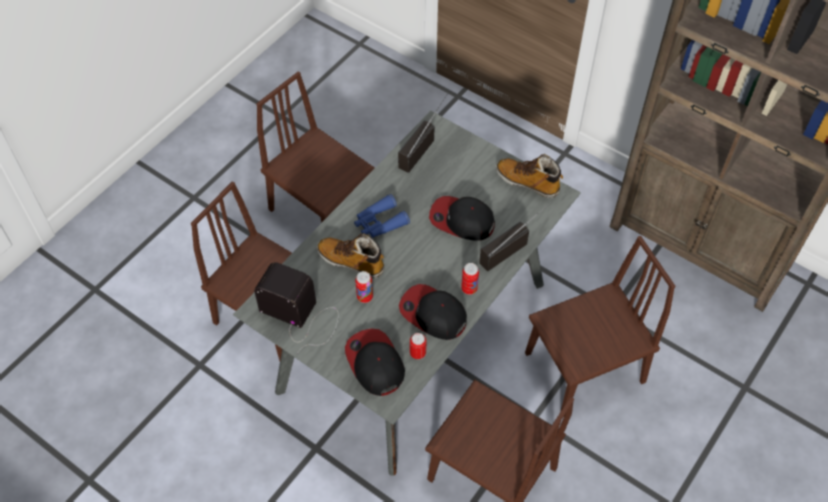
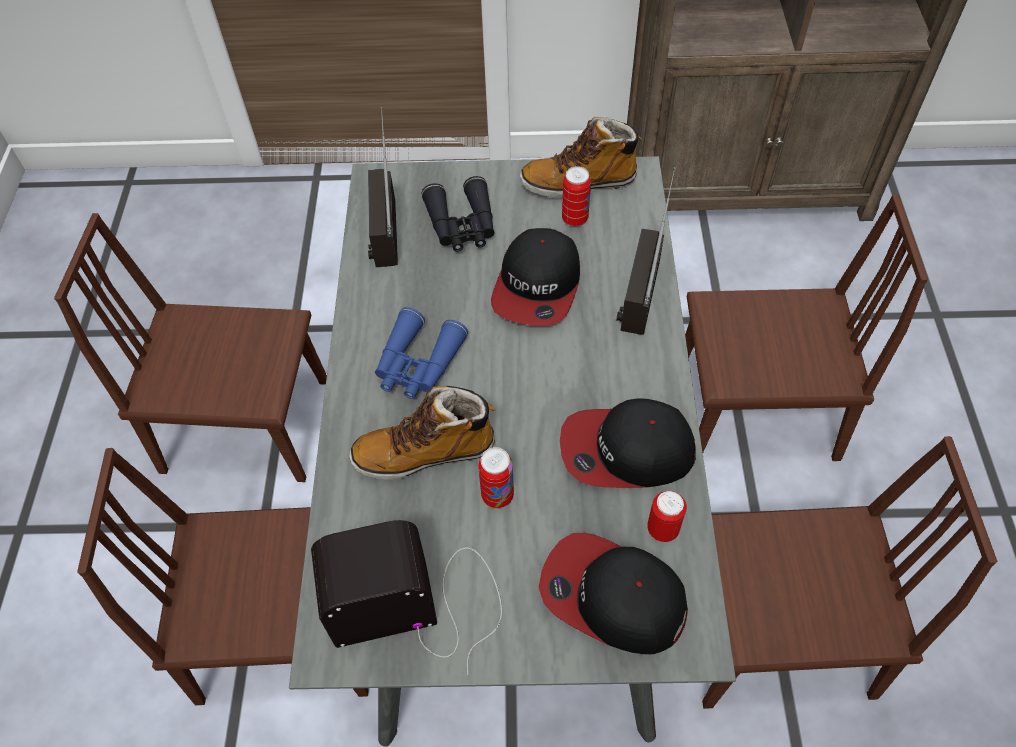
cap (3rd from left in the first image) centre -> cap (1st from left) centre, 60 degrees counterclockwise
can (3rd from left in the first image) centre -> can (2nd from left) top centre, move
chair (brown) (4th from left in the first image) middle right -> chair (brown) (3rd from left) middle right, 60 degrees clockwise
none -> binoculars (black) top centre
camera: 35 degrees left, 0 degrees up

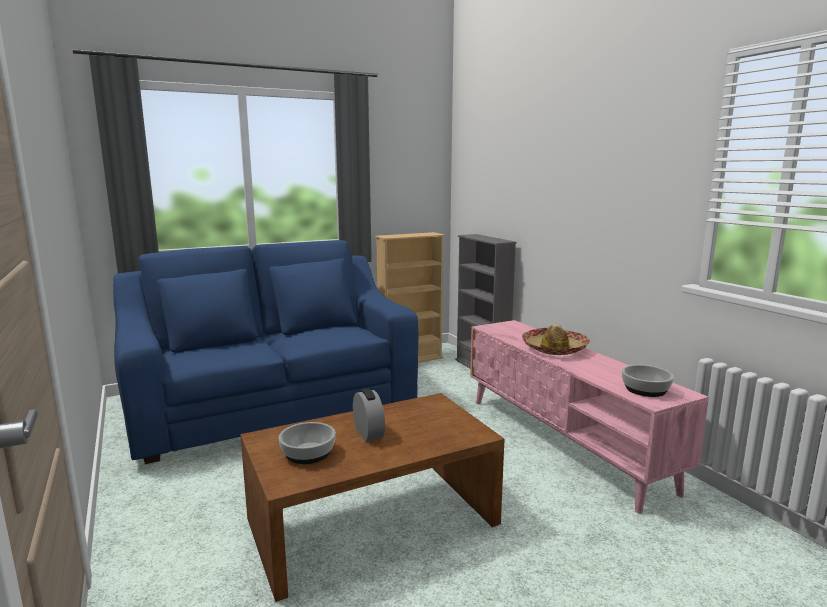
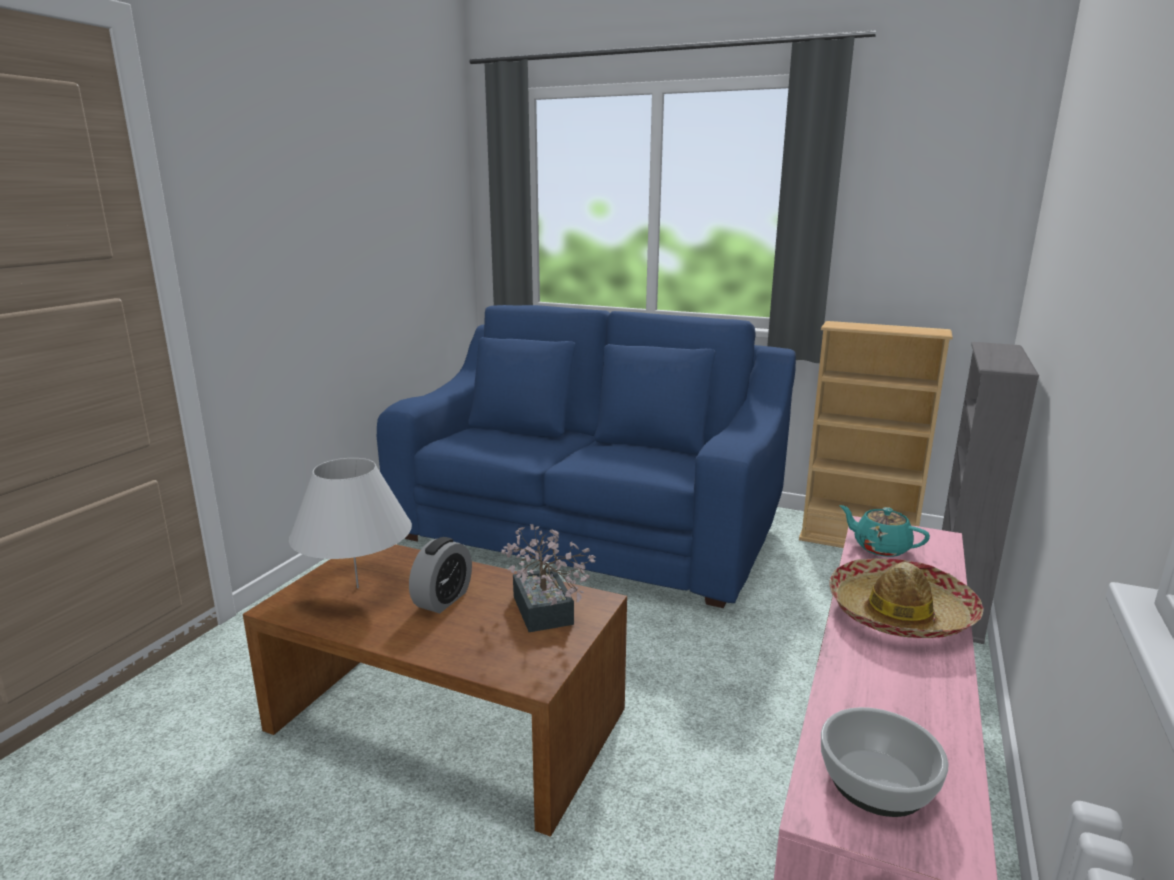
bowl (1st from left) bottom centre -> table lamp (white) middle left
none -> potted plant centre
none -> teapot (turquoise) middle right
camera: 50 degrees right, 5 degrees up

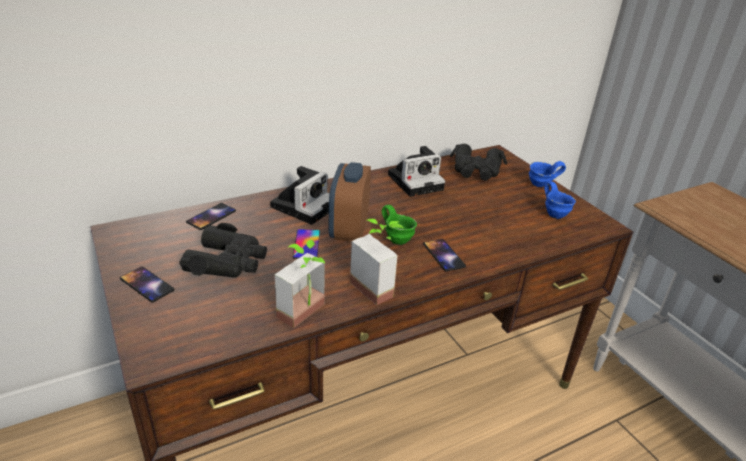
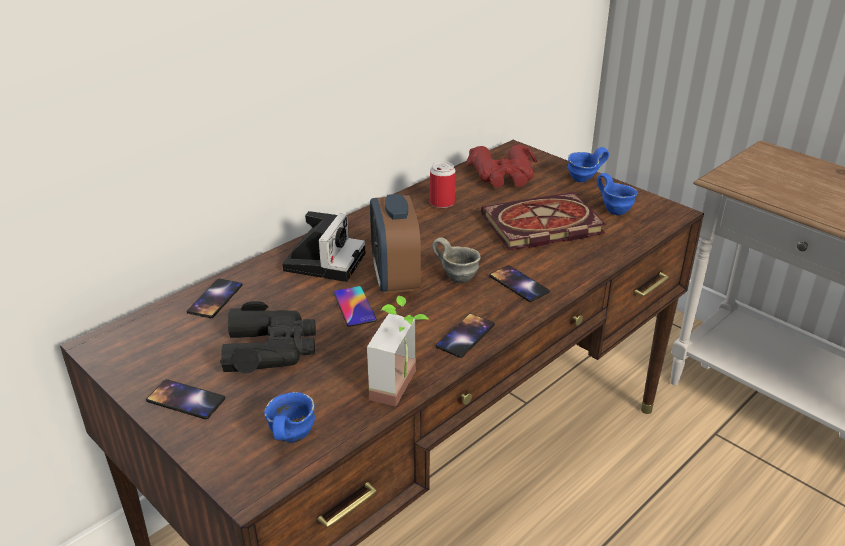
potted plant (2nd from left) centre -> phone (4th from left) centre
mug (green) centre -> mug (grey) centre
photo camera (2nd from left) centre -> can centre
binoculars (black) (2nd from left) centre -> binoculars (red) top centre
none -> mug (blue) (1st from left) bottom centre
none -> book centre
camera: 15 degrees left, 0 degrees up

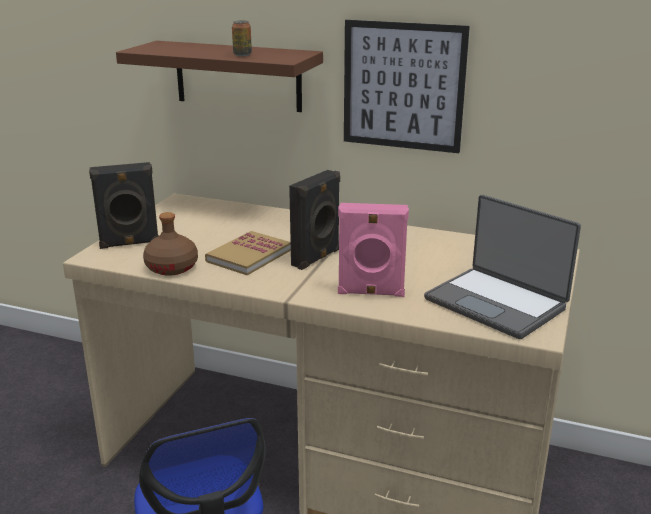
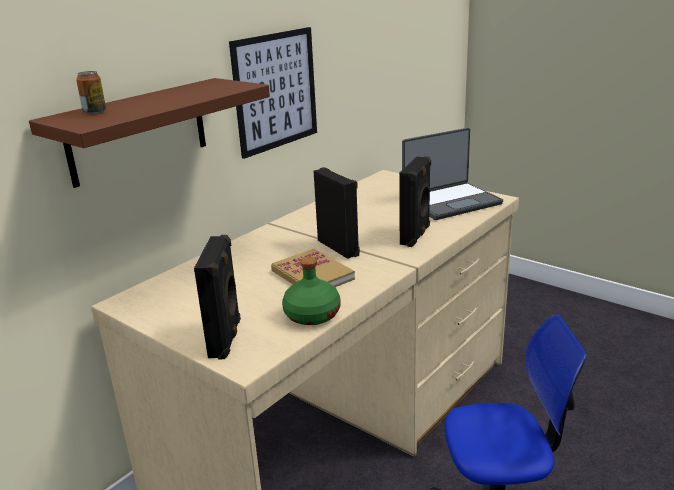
bottle (brown) middle left -> bottle (green) centre
can top centre -> can top left, move
speaker (pink) centre -> speaker (black) (3rd from left) centre
camera: 70 degrees left, 0 degrees up

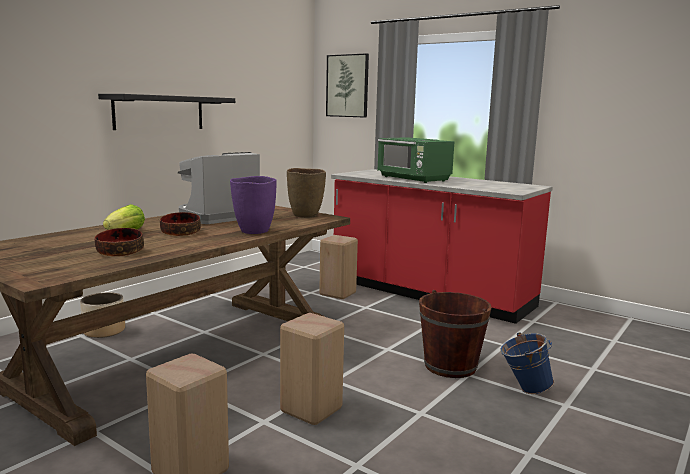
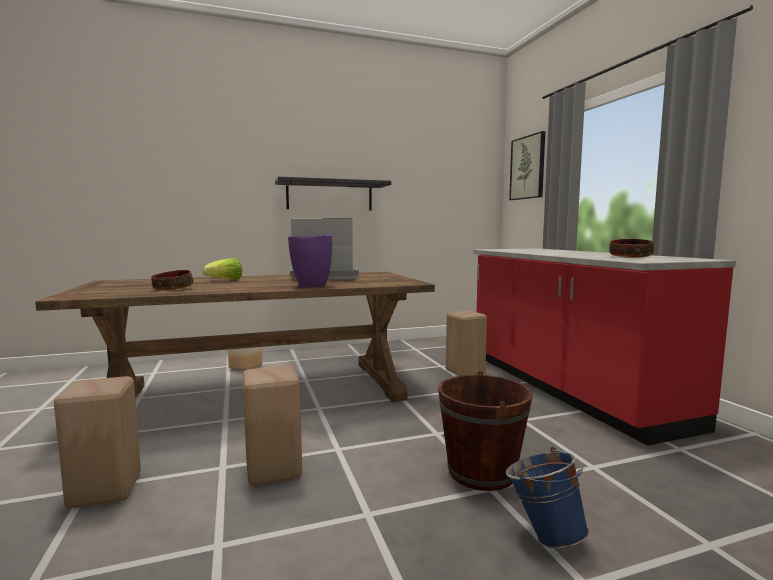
bowl (2nd from left) middle left -> bowl (2nd from left) middle right, move
vase (brown) centre -> none
microwave (green) centre -> none
camera: 35 degrees right, 5 degrees down

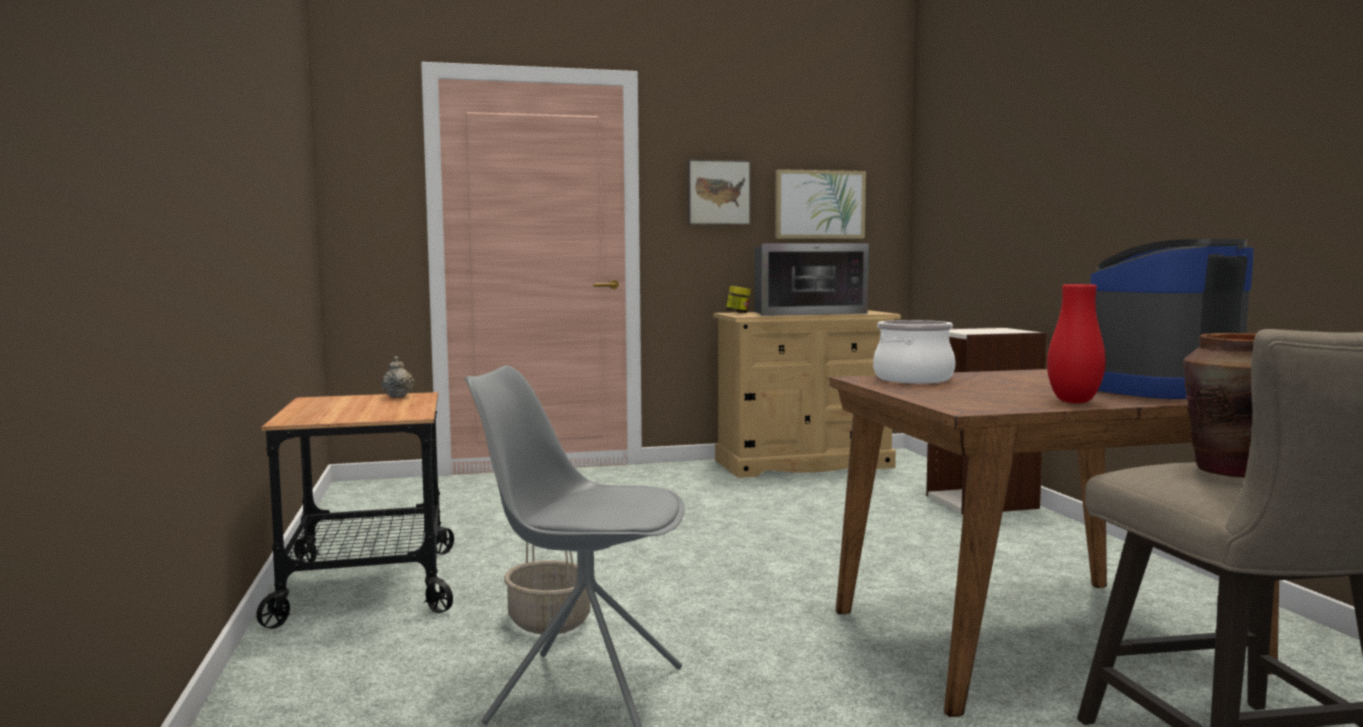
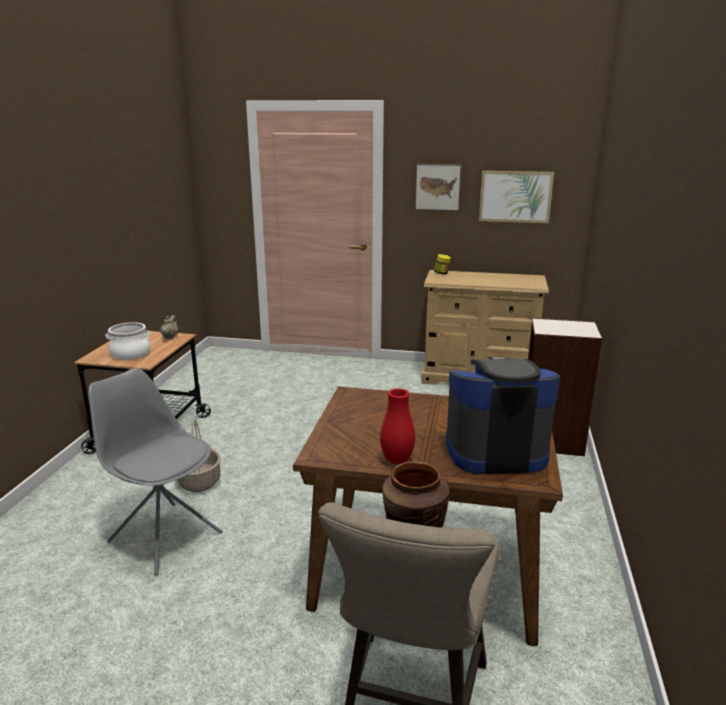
microwave centre -> none
cooking pot middle right -> cooking pot middle left, move
camera: 25 degrees right, 15 degrees up

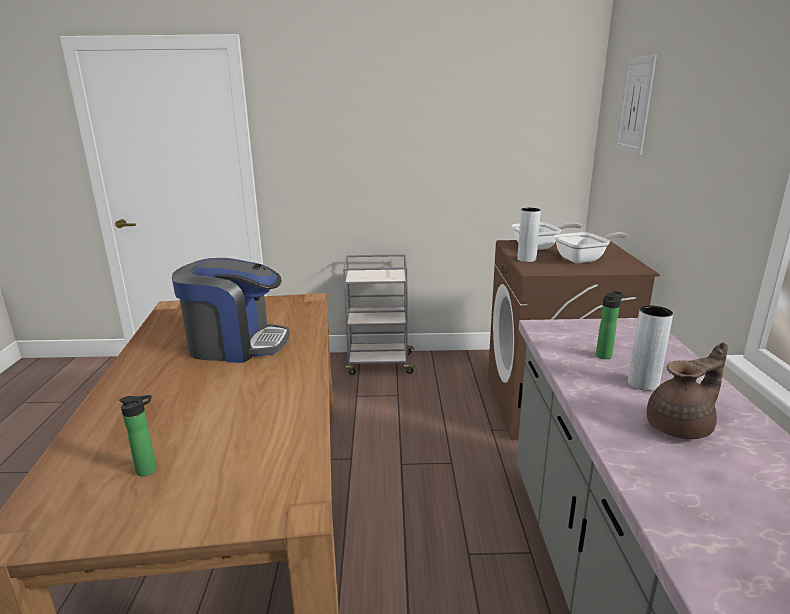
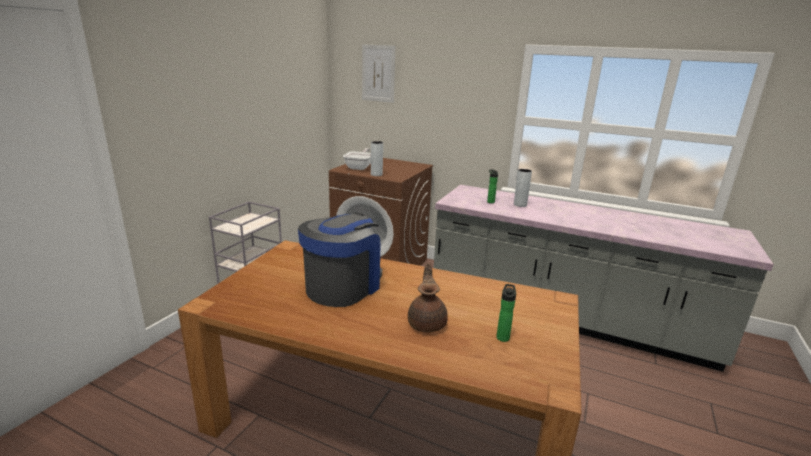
frying pan (2nd from left) middle right -> none
teapot (brown) middle right -> teapot (brown) centre, move
camera: 65 degrees left, 0 degrees up

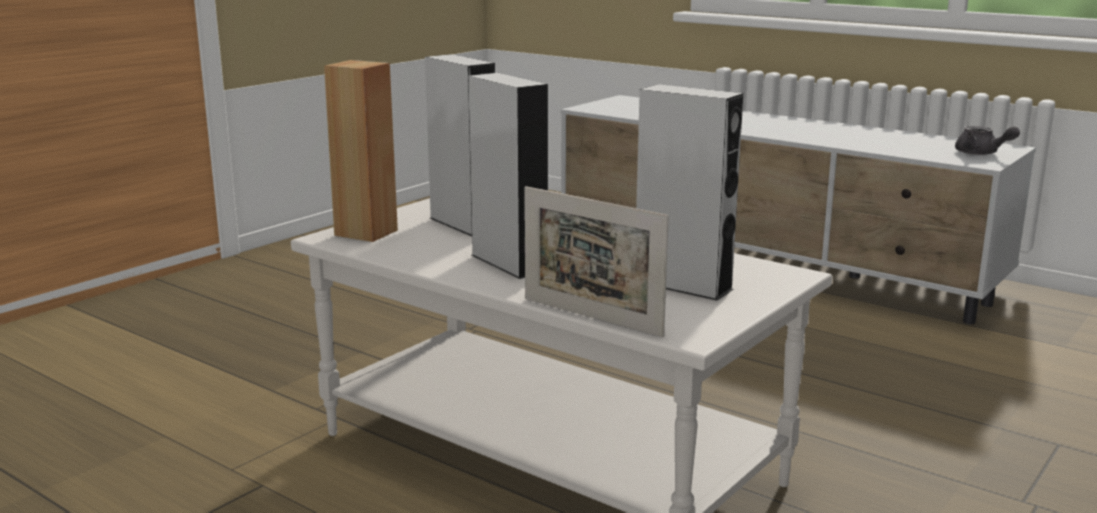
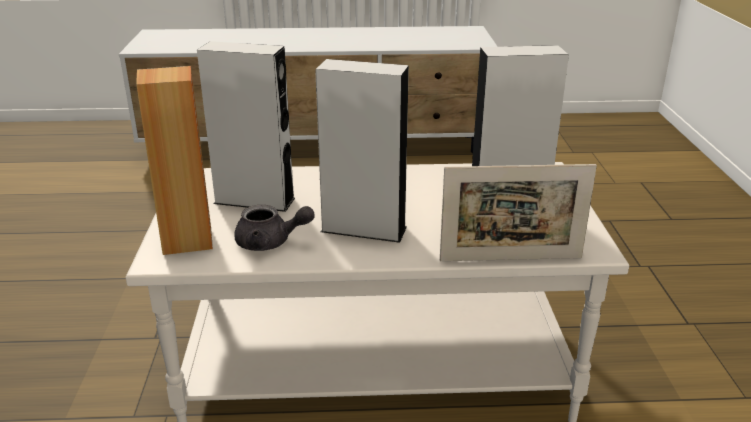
teapot (grey) top right -> teapot (grey) centre, move
camera: 40 degrees left, 10 degrees up

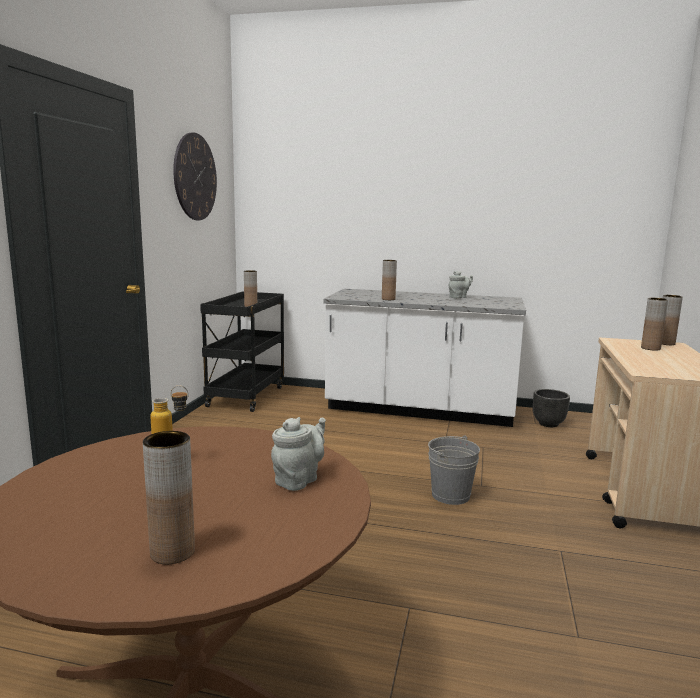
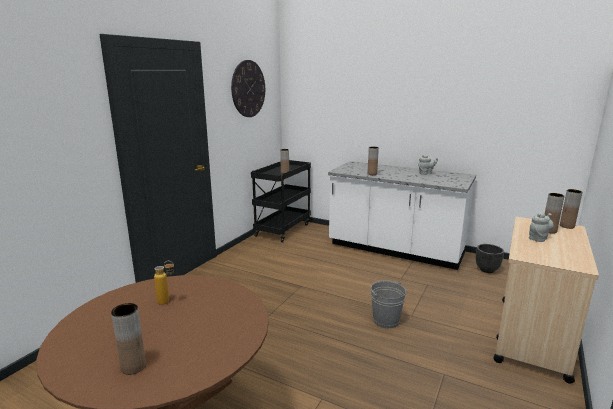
teapot (grey) (1st from left in the first image) centre -> teapot (grey) (2nd from left) middle right, move
camera: 15 degrees right, 5 degrees up

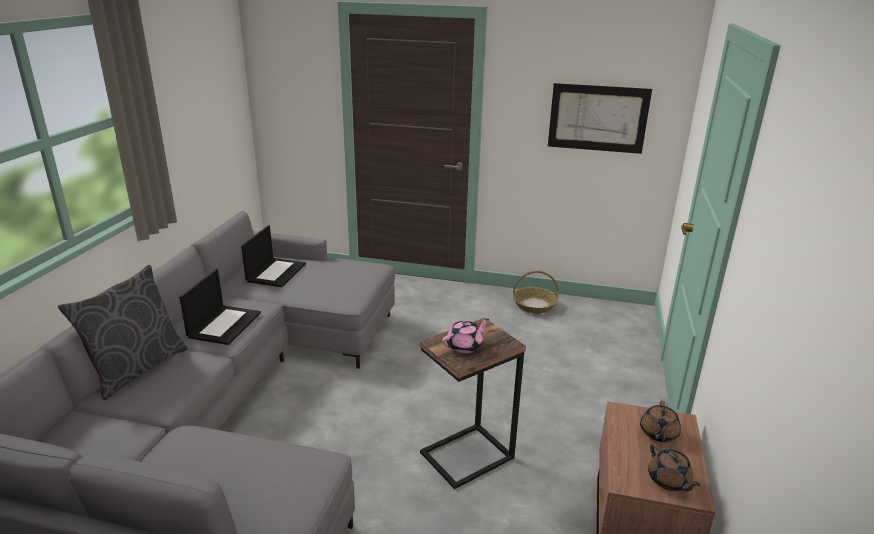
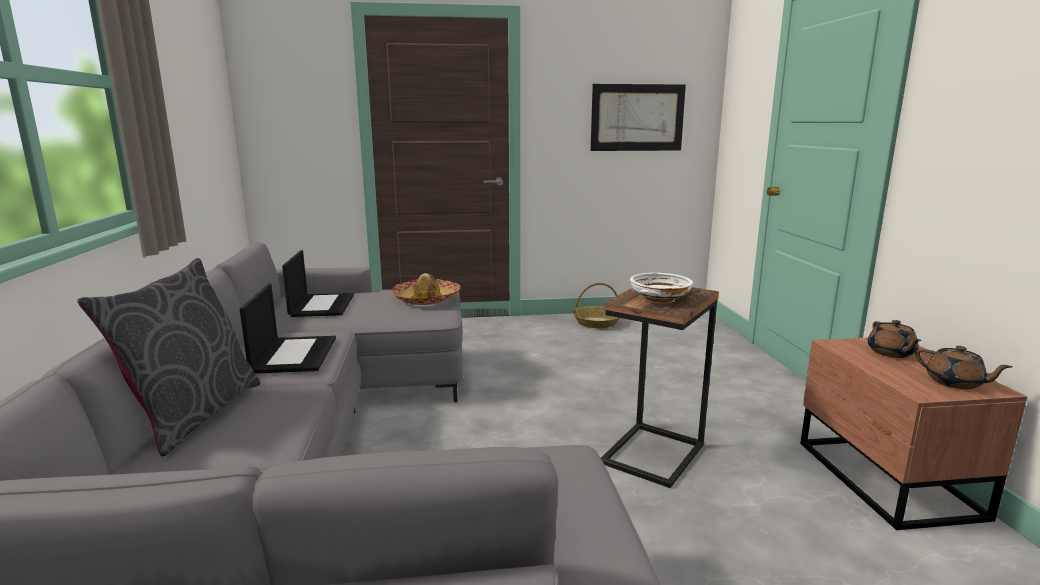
teapot (pink) centre -> bowl (white) centre
none -> hat centre
camera: 20 degrees left, 10 degrees down

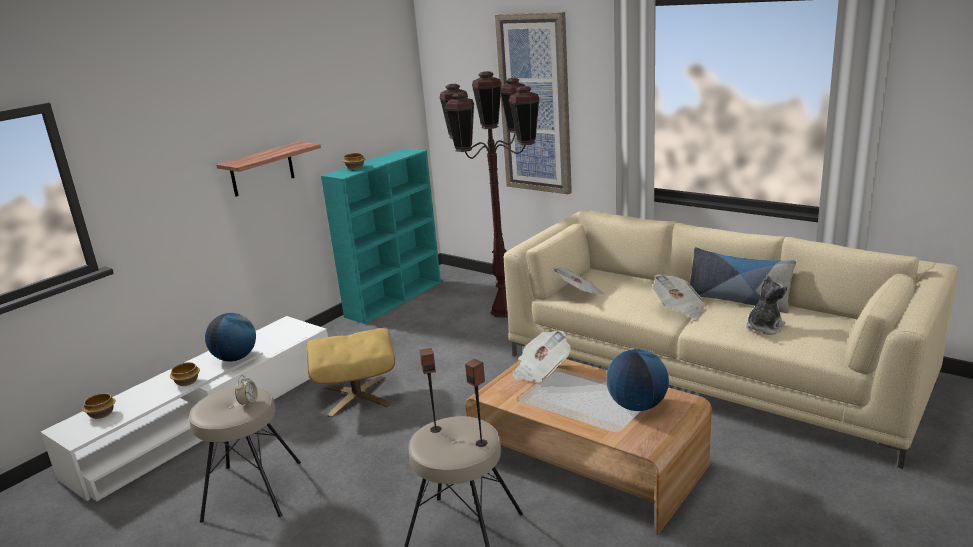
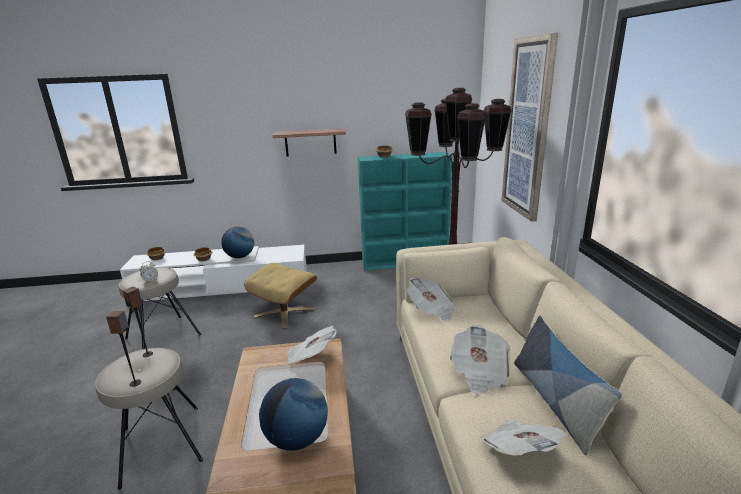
plush toy middle right -> newspaper (4th from left) bottom right
camera: 45 degrees right, 0 degrees up

